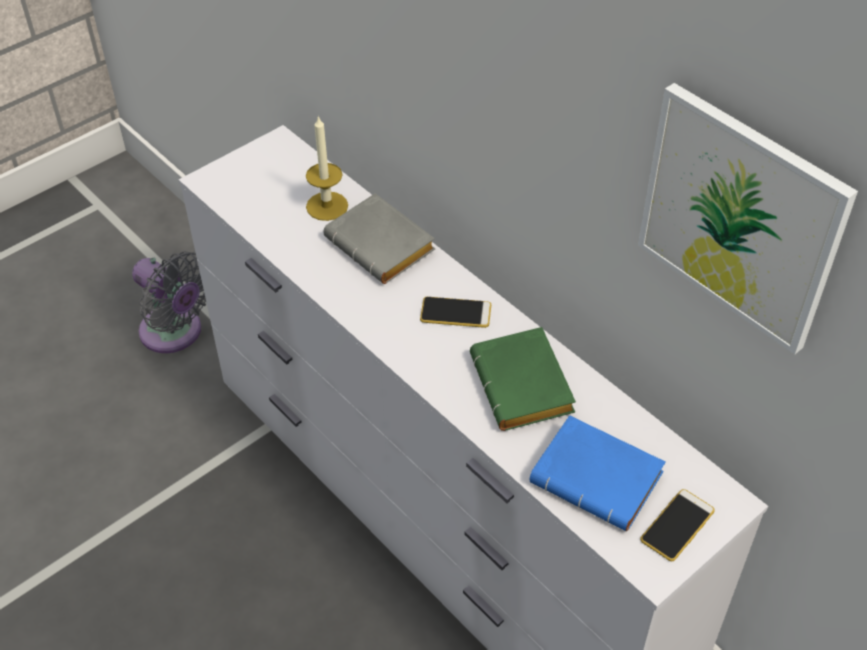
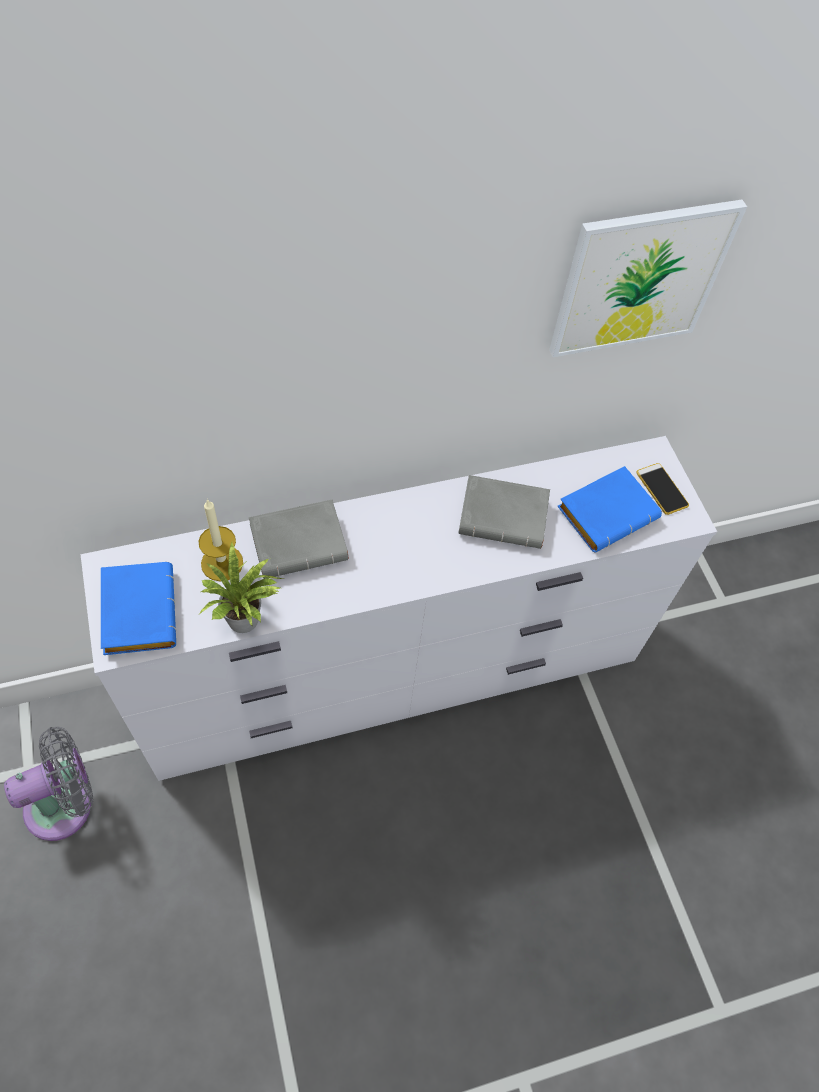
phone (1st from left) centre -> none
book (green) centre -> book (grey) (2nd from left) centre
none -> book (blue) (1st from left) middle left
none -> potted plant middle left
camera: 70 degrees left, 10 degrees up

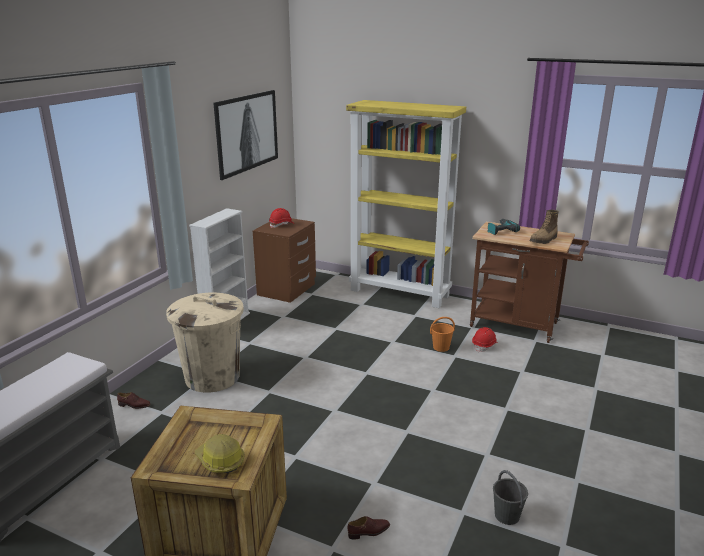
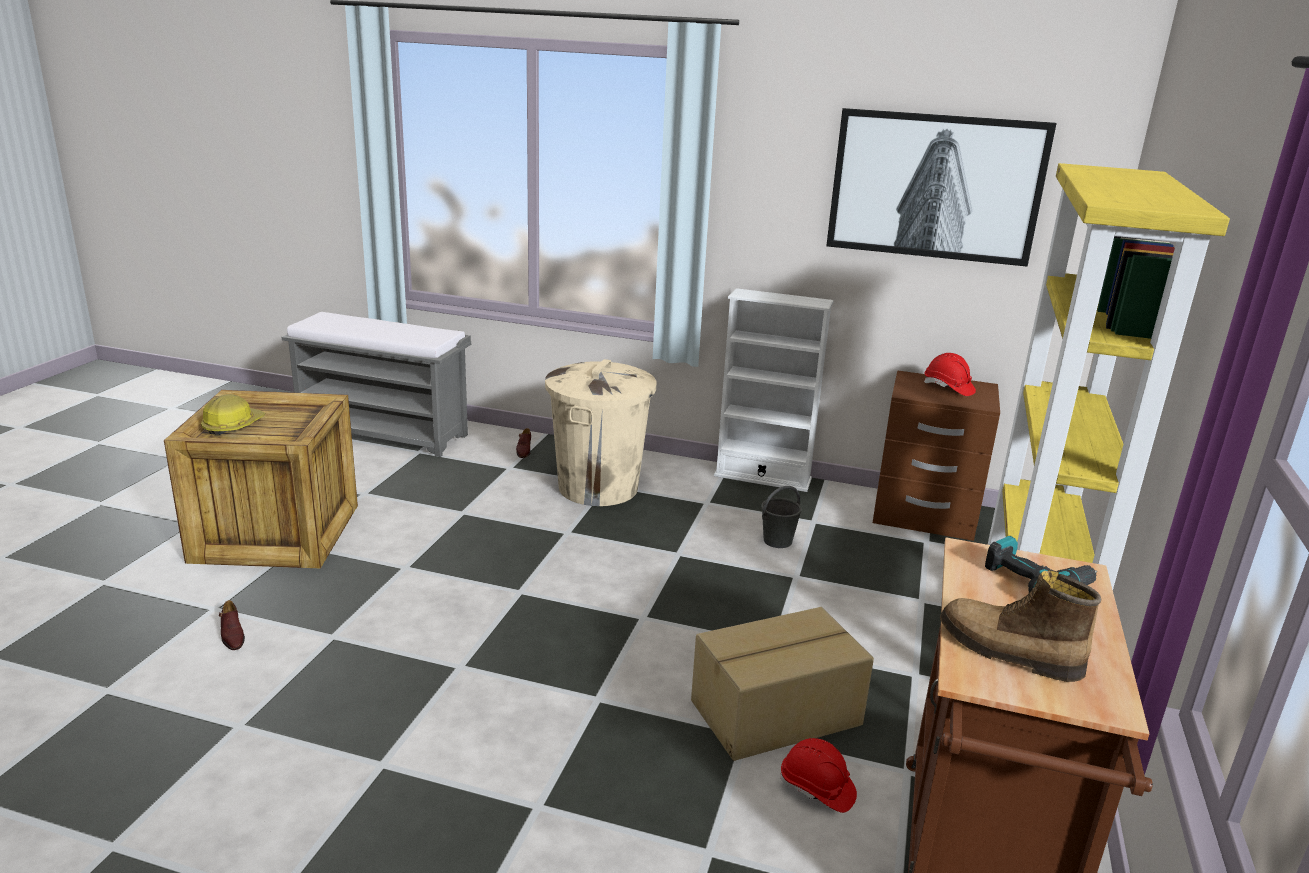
bucket (orange) centre -> cardboard box bottom centre
bucket (grey) bottom right -> bucket (grey) centre, move
camera: 80 degrees right, 0 degrees up

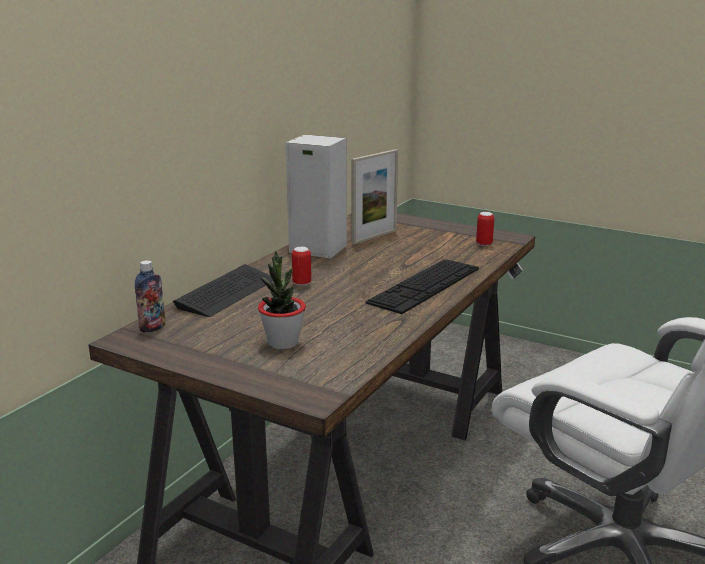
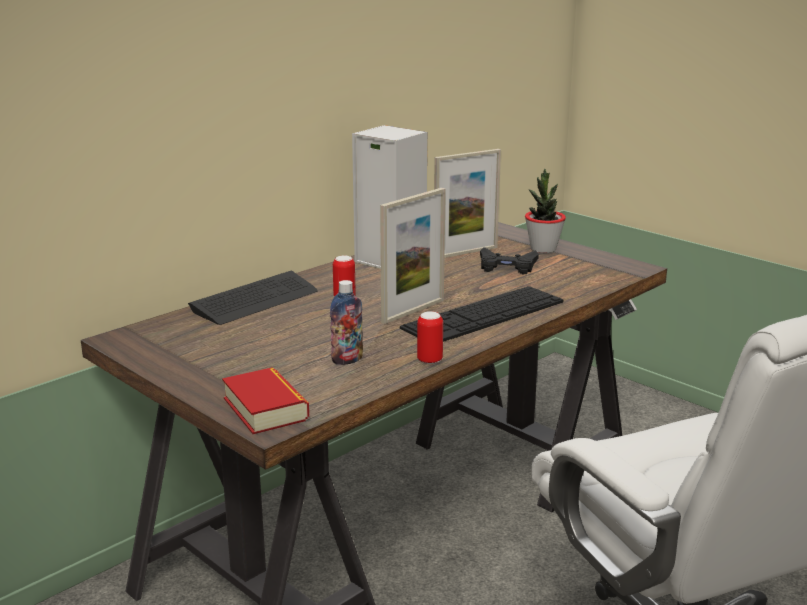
bottle middle left -> bottle centre, move
potted plant centre -> potted plant middle right, move
can (2nd from left) middle right -> can (2nd from left) centre, move
none -> book middle left
none -> picture frame (1st from left) centre
none -> game controller (black) centre
camera: 15 degrees right, 0 degrees up

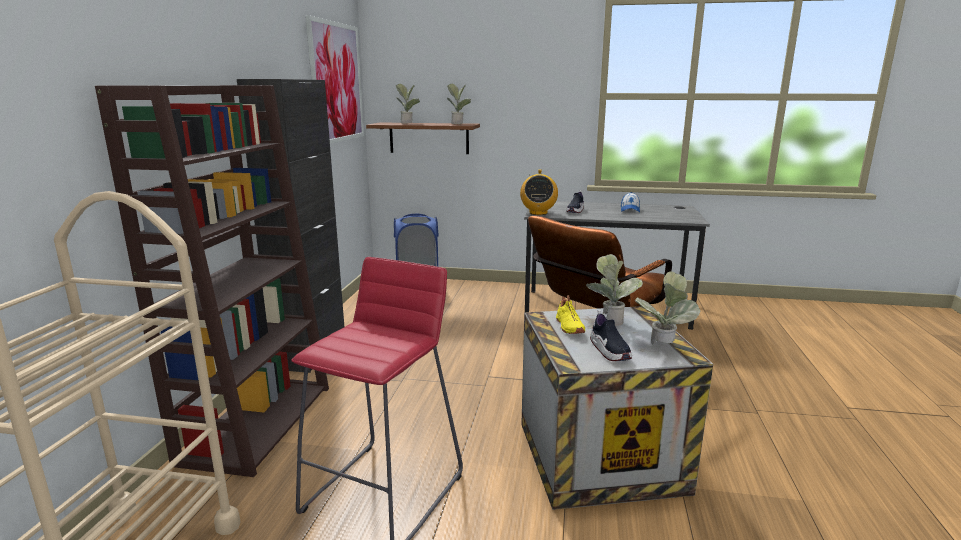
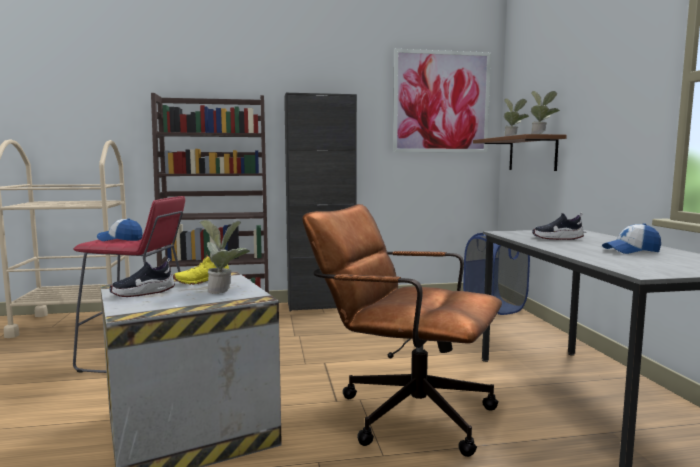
radio centre -> none
potted plant (4th from left) middle right -> none
none -> cap (1st from left) middle left
camera: 70 degrees right, 10 degrees down

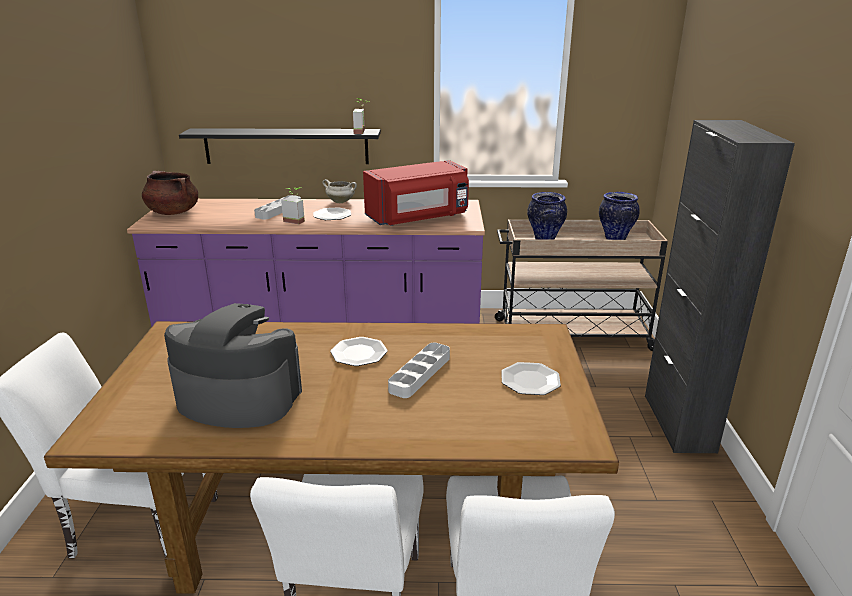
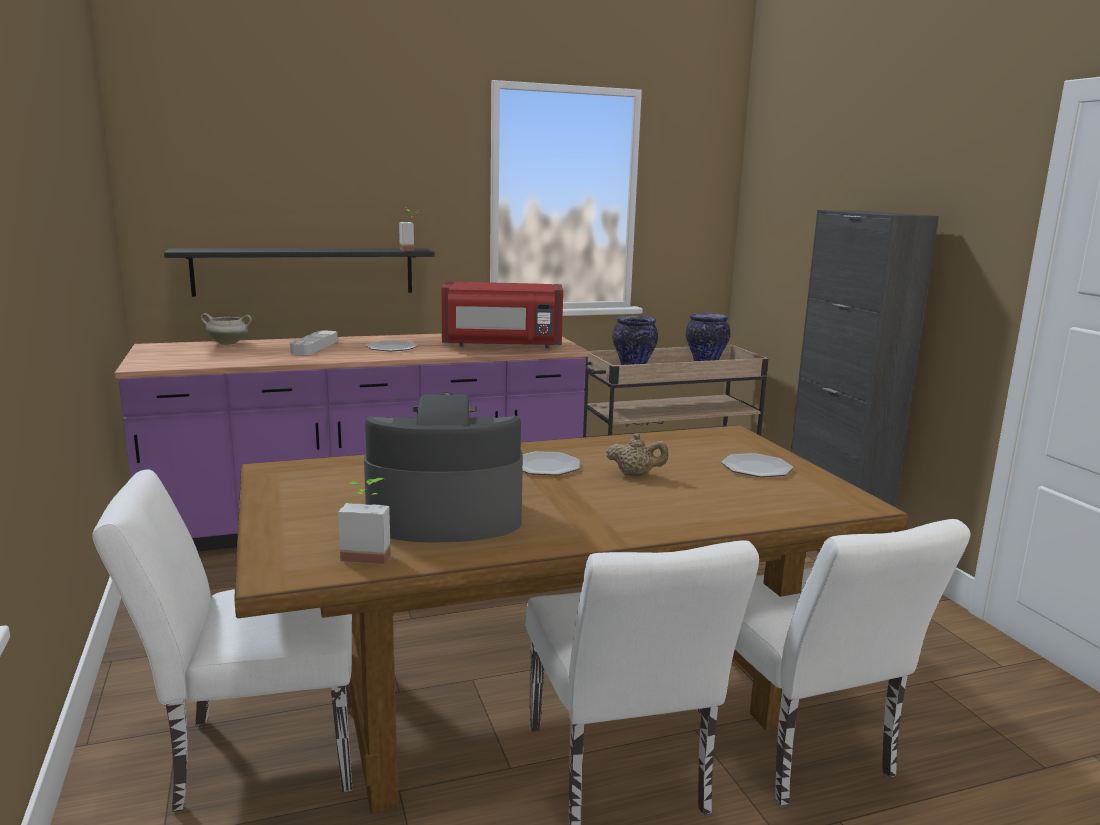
cooking pot (brown) top left -> none
potted plant (1st from left) centre -> potted plant (1st from left) middle left, move
cooking pot (white) top centre -> cooking pot (white) middle left, move
microwave (red) top centre -> microwave (red) centre, 45 degrees clockwise
tray (grey) (2nd from left) centre -> teapot (beige) centre
camera: 20 degrees left, 10 degrees down

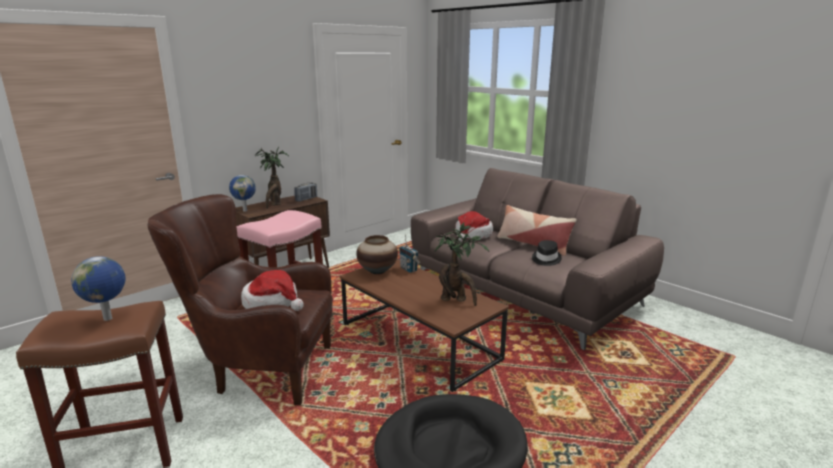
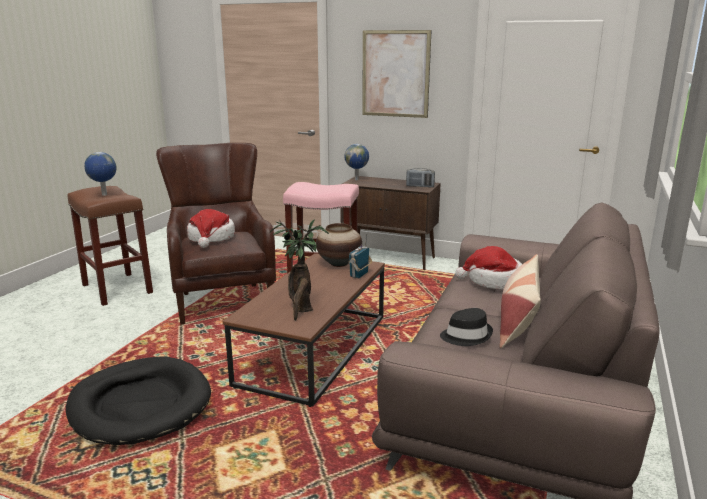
potted plant (1st from left) middle left -> none
none -> picture top centre
camera: 65 degrees right, 0 degrees up

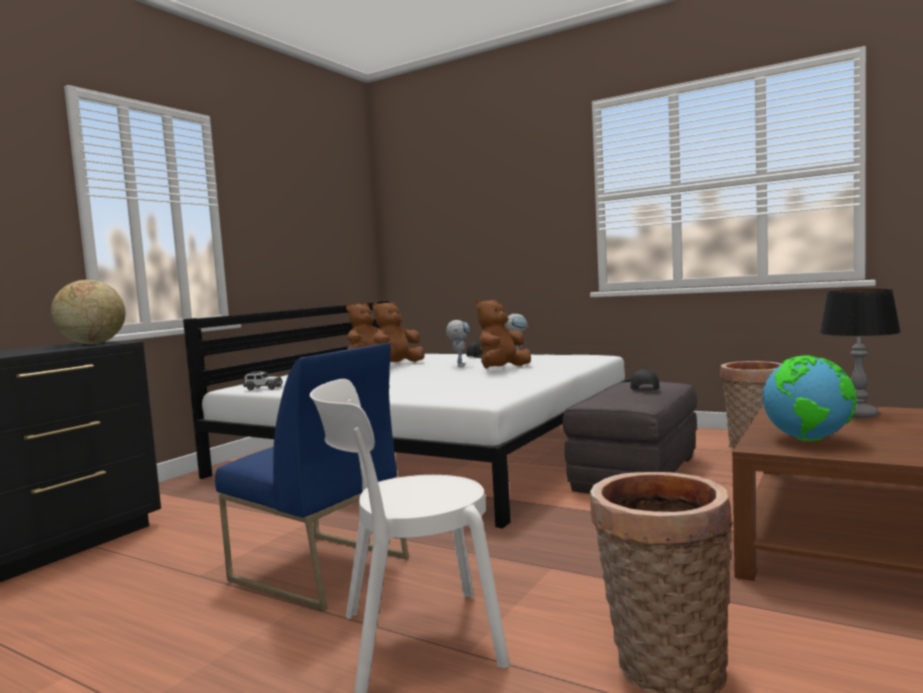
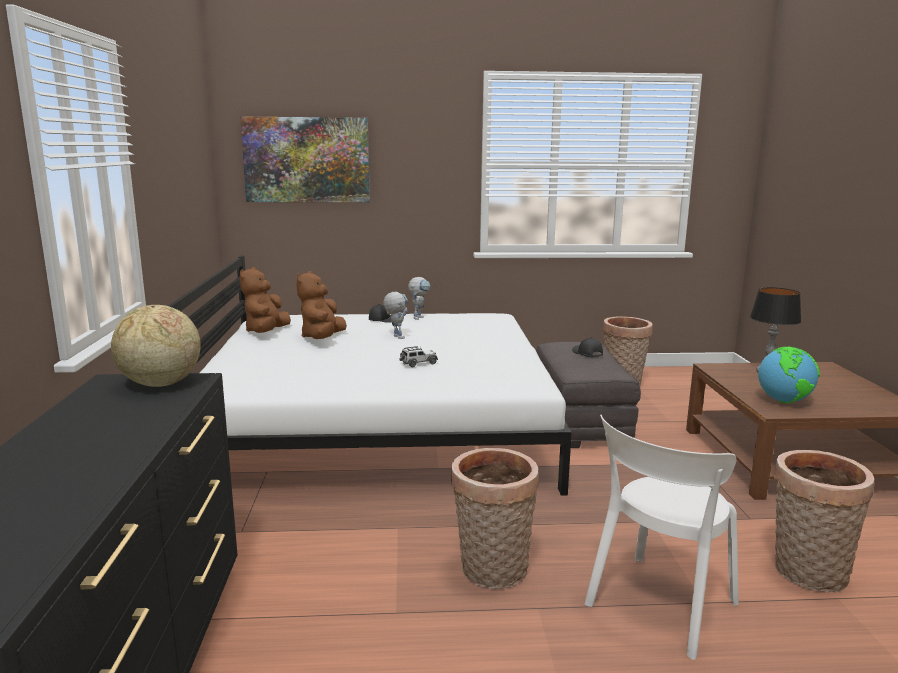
chair (blue) bottom centre -> basket (1st from left) bottom centre
toy car middle left -> toy car centre, move
plush toy (brown) (3rd from left) centre -> none
none -> picture top centre
camera: 35 degrees left, 10 degrees up

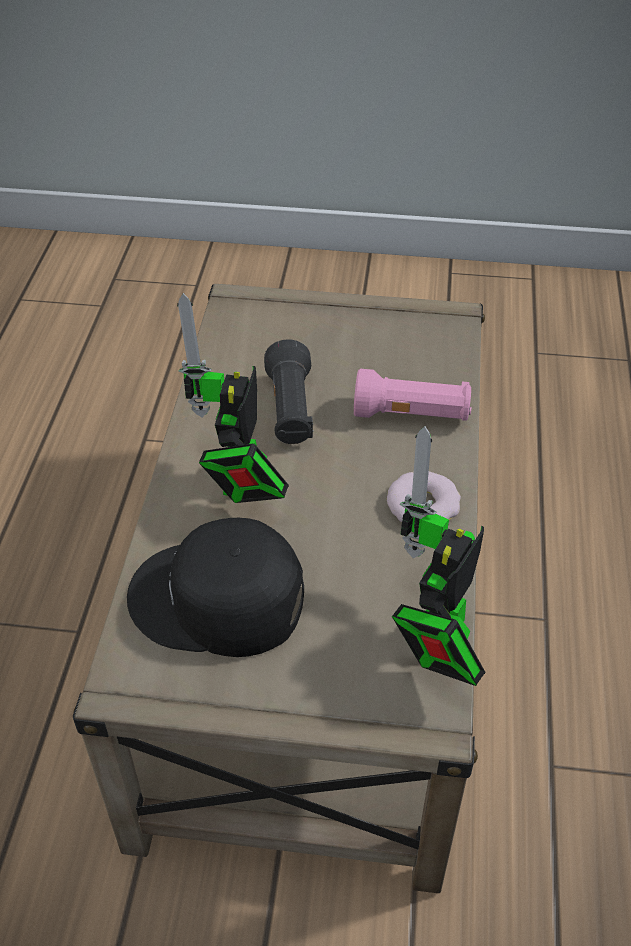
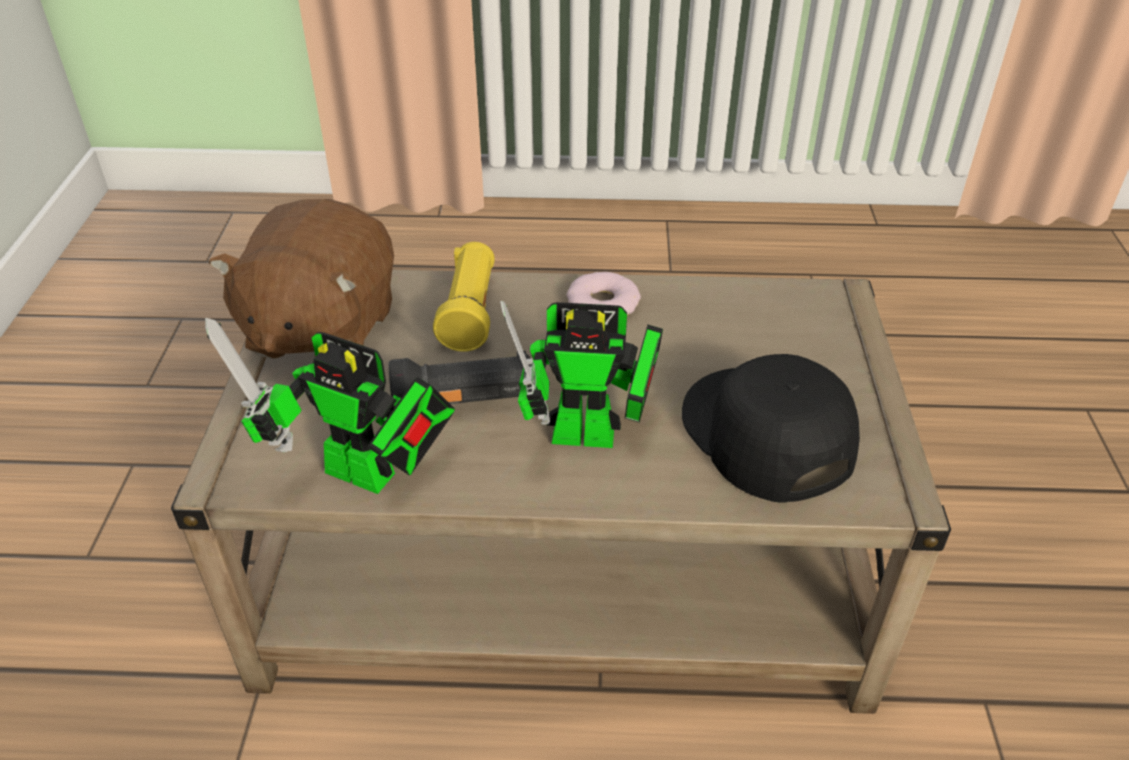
cap (black) centre -> cap (black) middle right, 150 degrees clockwise
flashlight (pink) centre -> flashlight (yellow) centre
toy robot (2nd from left in the first image) middle right -> toy robot (1st from left) middle left, move
none -> plush toy (brown) middle left
camera: 95 degrees left, 5 degrees down

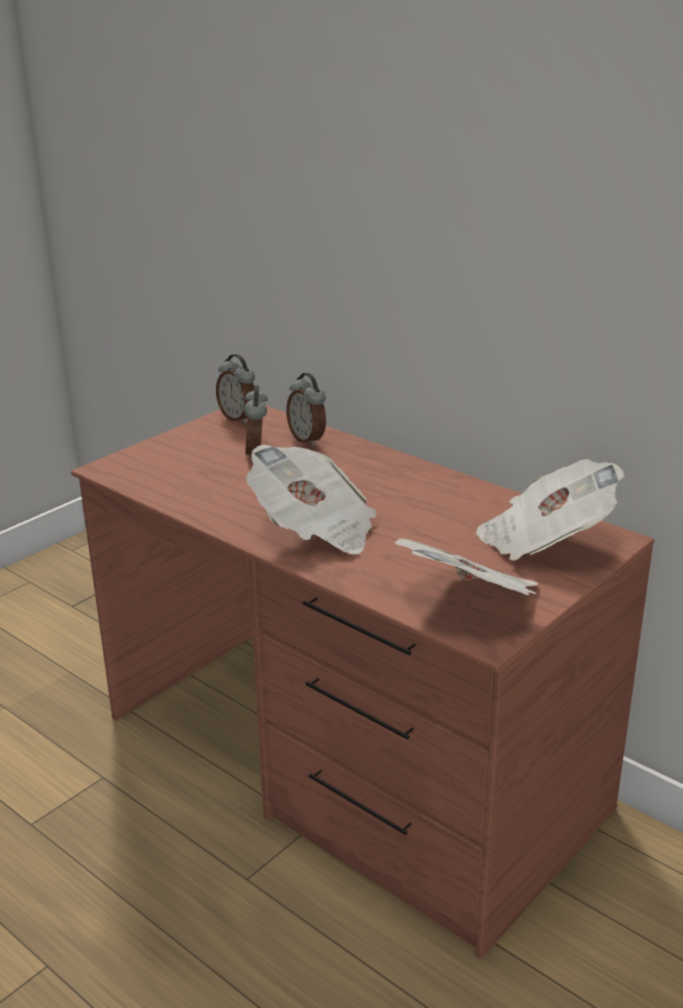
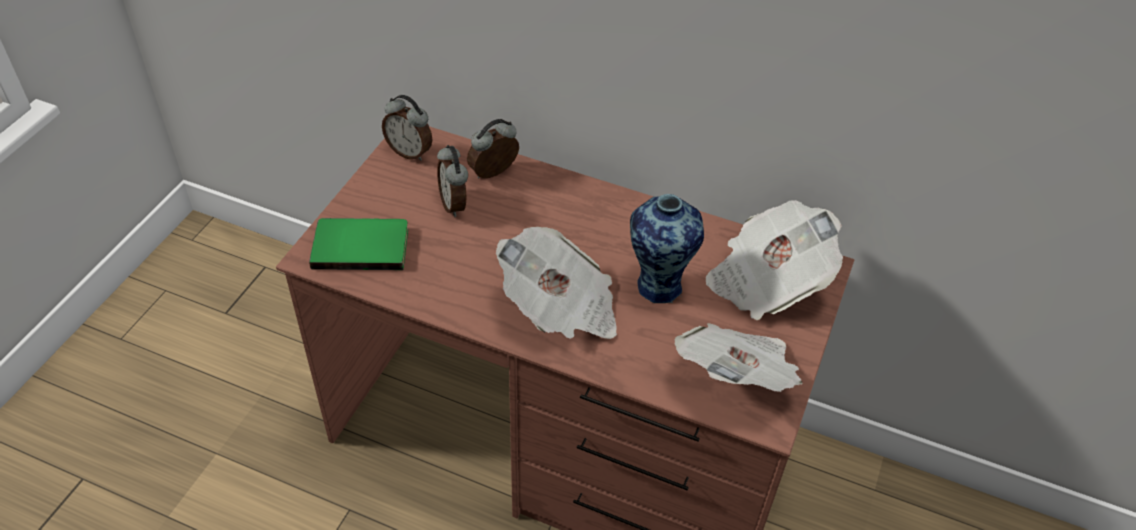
alarm clock (3rd from left) centre -> alarm clock (3rd from left) top centre, 105 degrees clockwise
none -> book (green) middle left
none -> vase centre
camera: 20 degrees left, 20 degrees up

